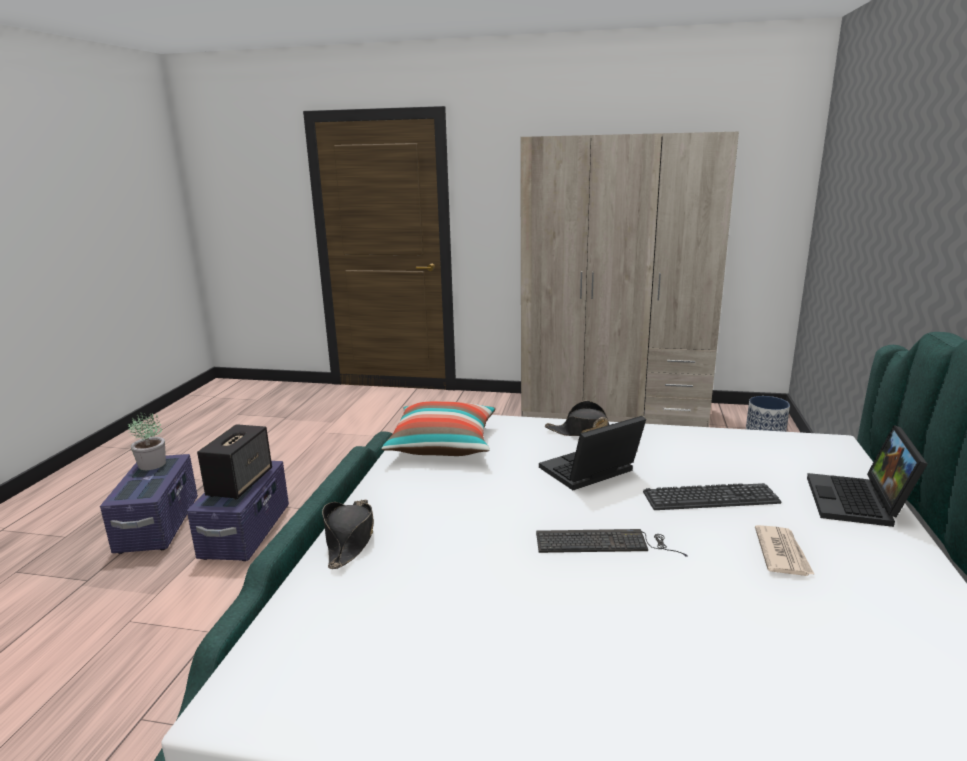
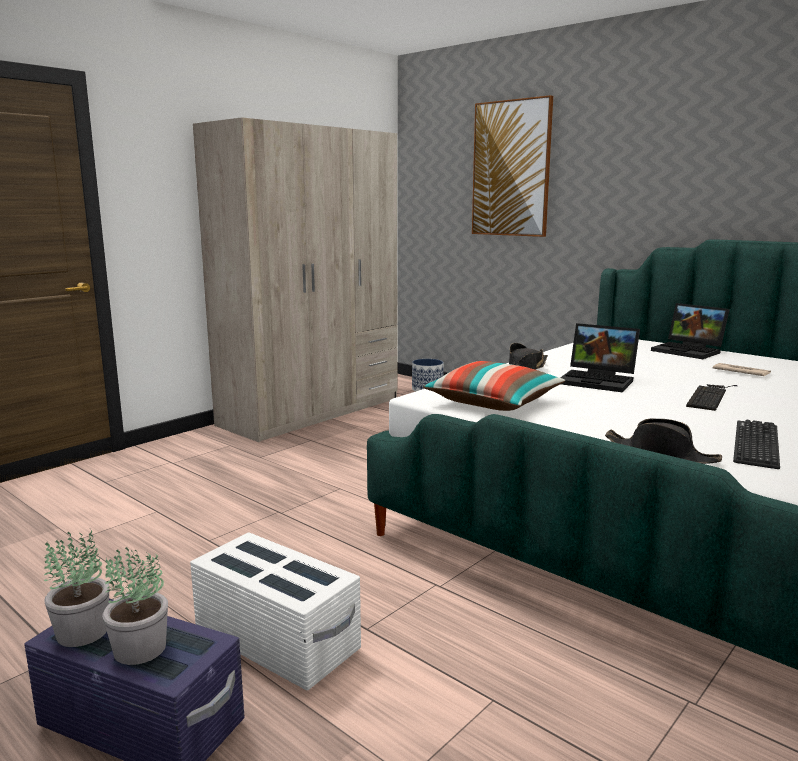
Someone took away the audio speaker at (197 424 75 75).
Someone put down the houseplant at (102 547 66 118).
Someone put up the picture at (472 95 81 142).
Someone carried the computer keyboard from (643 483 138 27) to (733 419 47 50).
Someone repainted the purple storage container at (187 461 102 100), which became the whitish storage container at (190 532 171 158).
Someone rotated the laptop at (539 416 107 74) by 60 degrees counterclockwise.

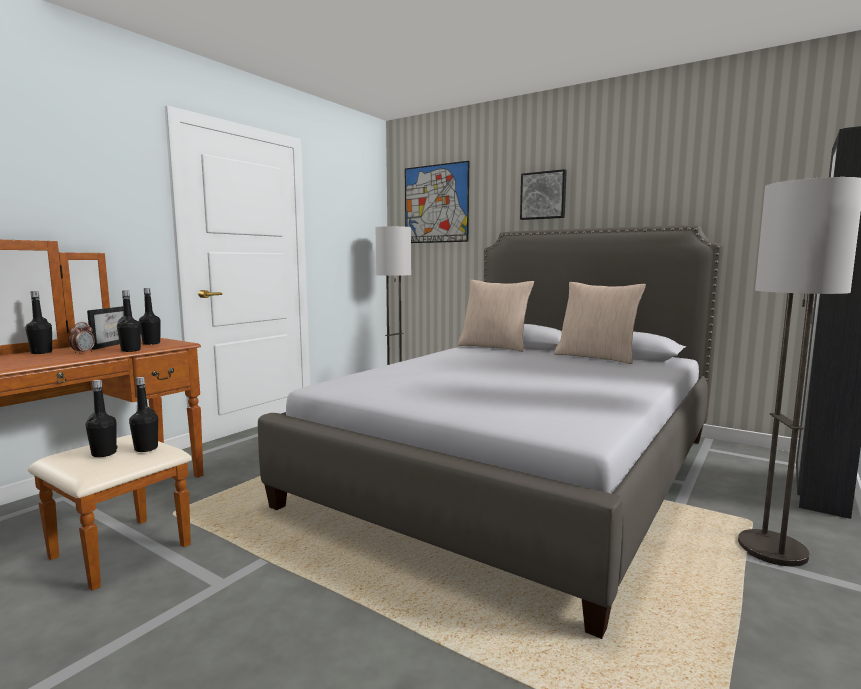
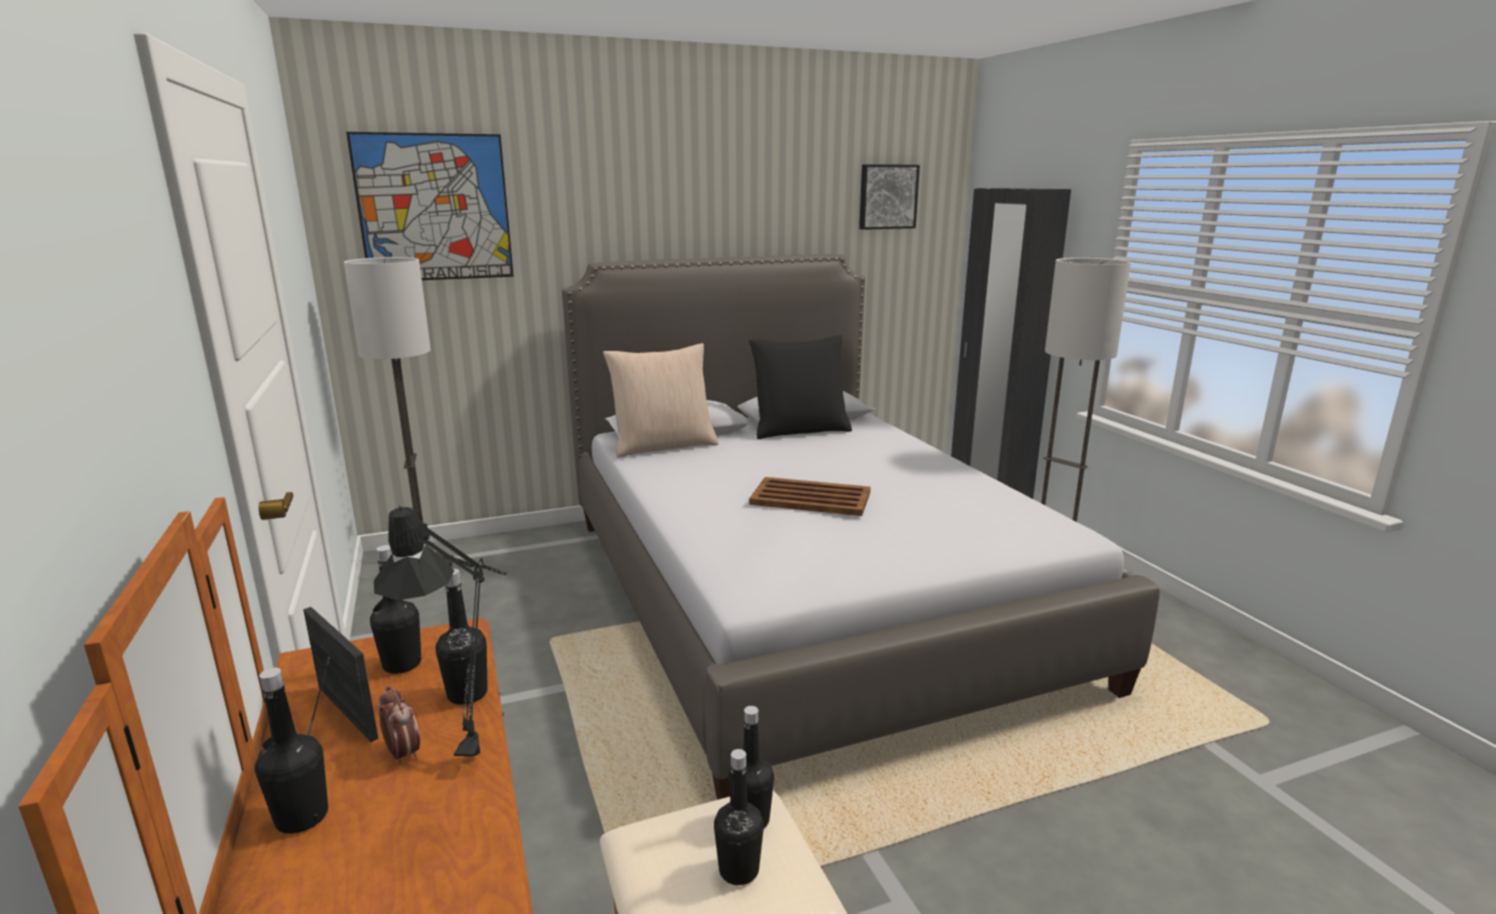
Someone put down the black table lamp at (374 504 133 257).
Someone put down the brown serving tray at (749 477 122 39).
Someone carried the picture from (520 169 47 51) to (859 164 61 66).
Someone repainted the beige-coloured throw pillow at (554 282 92 82), which became the black throw pillow at (749 335 103 104).

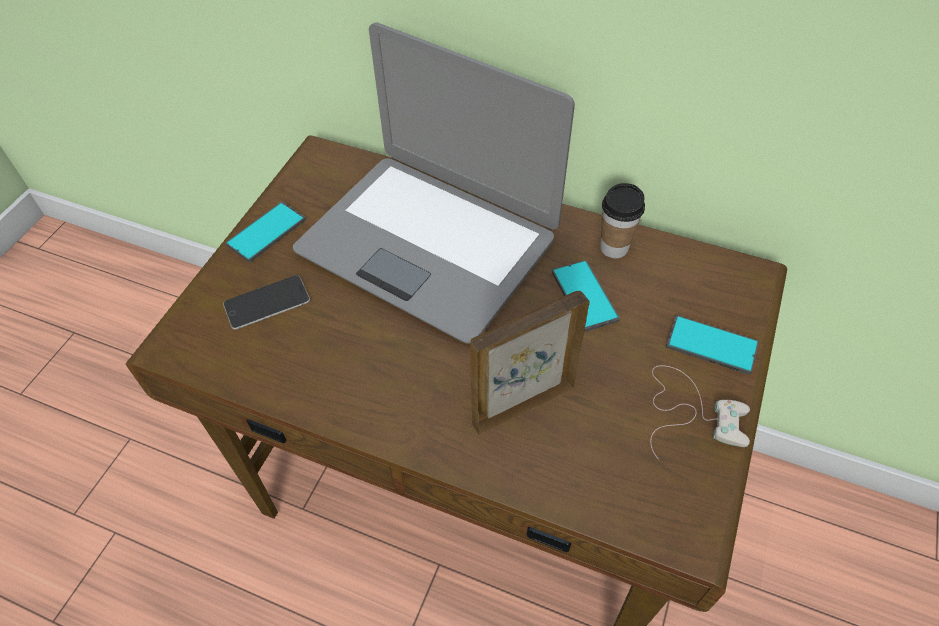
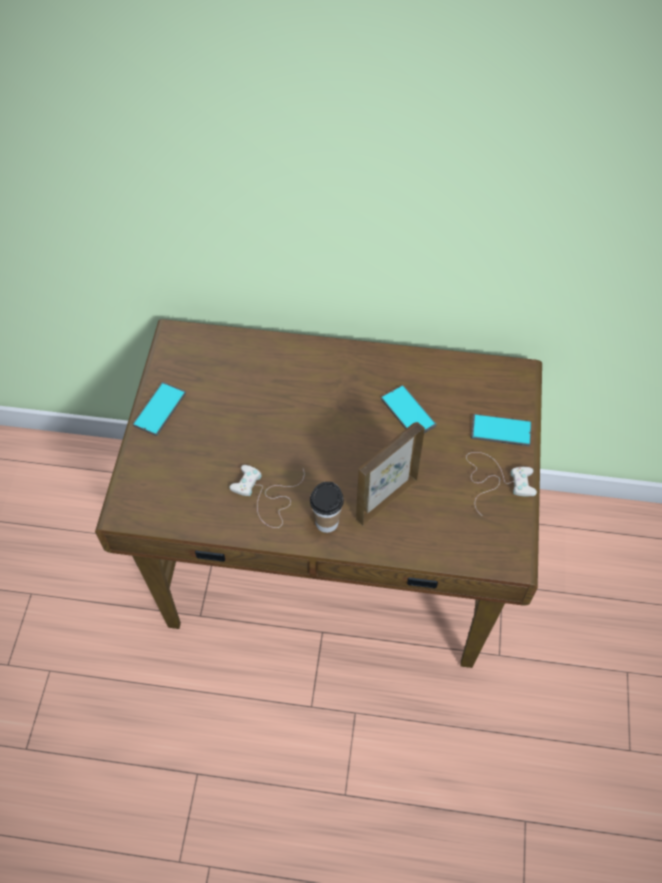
Someone took away the handset at (223 275 87 55).
Someone took away the laptop at (293 22 282 322).
Someone put down the whitish joypad at (229 465 75 63).
Someone carried the small cup from (600 183 45 75) to (310 482 34 51).

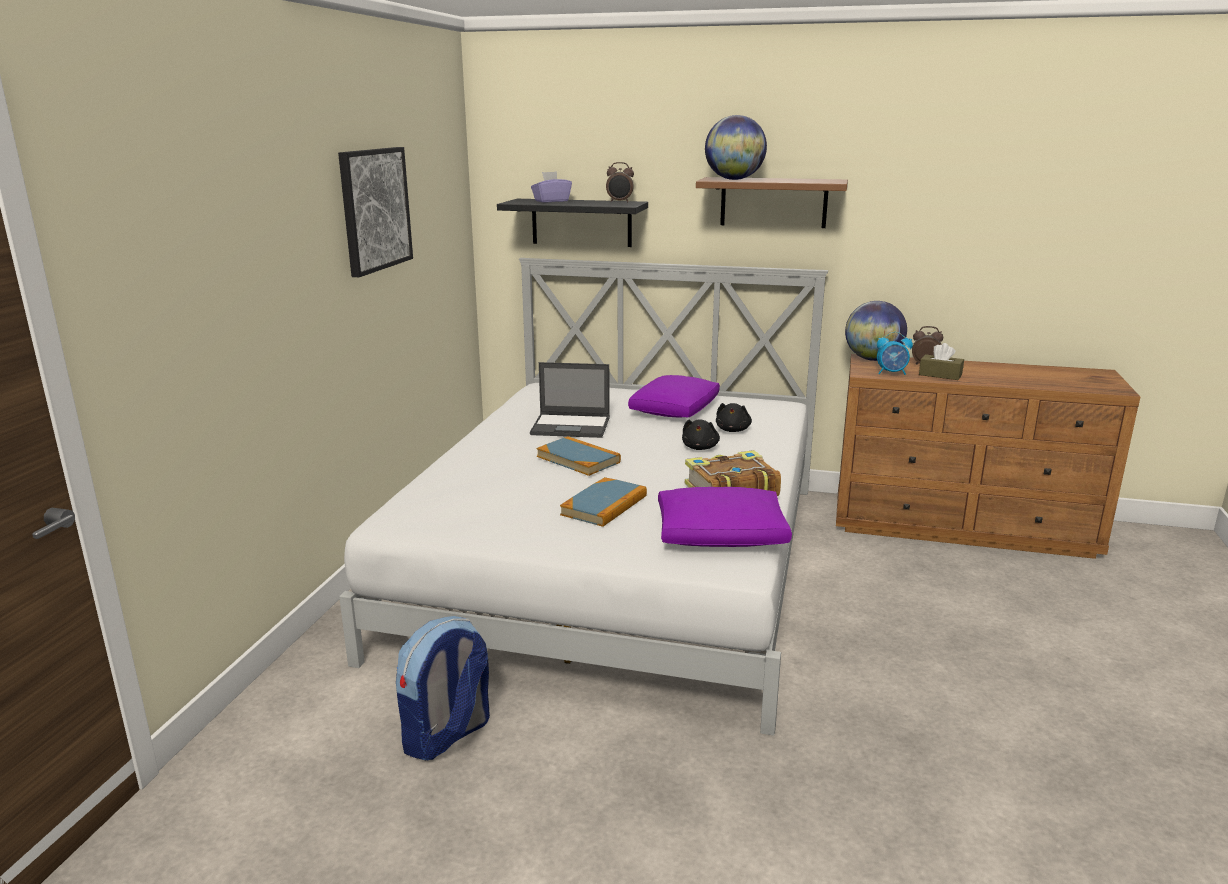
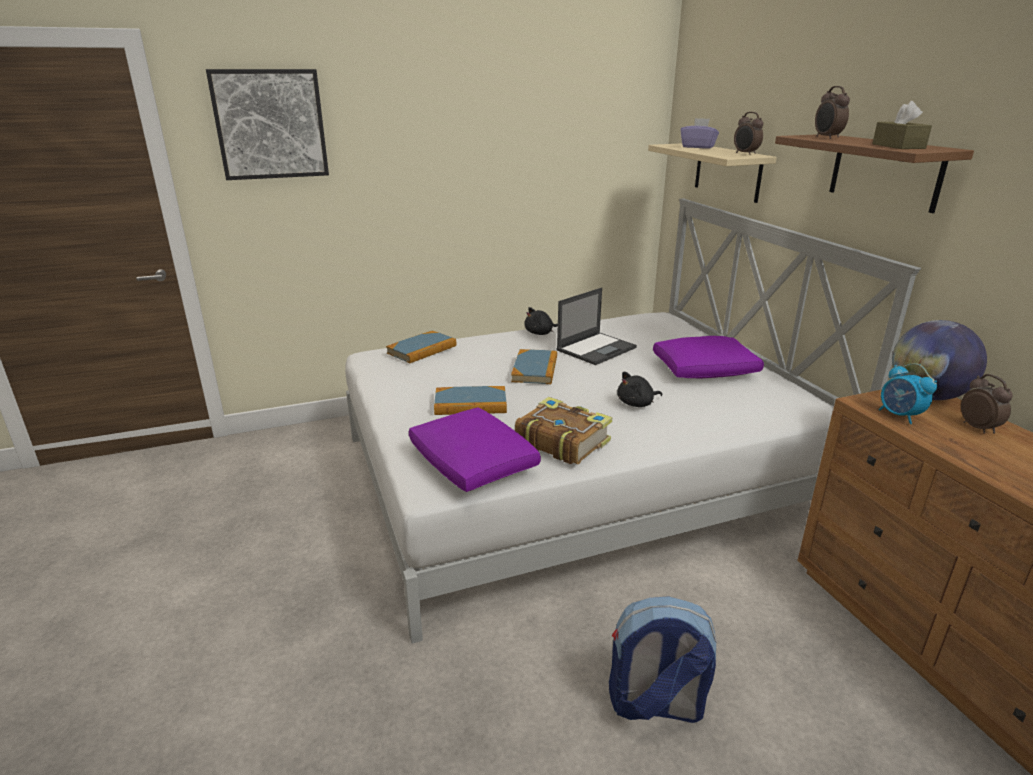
Someone put down the book at (386 331 70 32).
Someone carried the picture from (338 147 75 130) to (206 69 123 111).
Someone carried the backpack from (396 616 94 144) to (609 596 108 127).
Someone carried the black soft toy from (716 403 36 29) to (524 307 34 28).
Someone carried the brown tissue holder from (919 343 45 37) to (872 101 60 48).
Someone swapped the desk globe at (705 115 62 65) for the table clock at (815 86 35 53).
Someone repainted the black shelf at (497 199 151 48), which became the beige-coloured shelf at (648 143 129 60).
Someone rotated the laptop at (530 362 80 76) by 105 degrees counterclockwise.

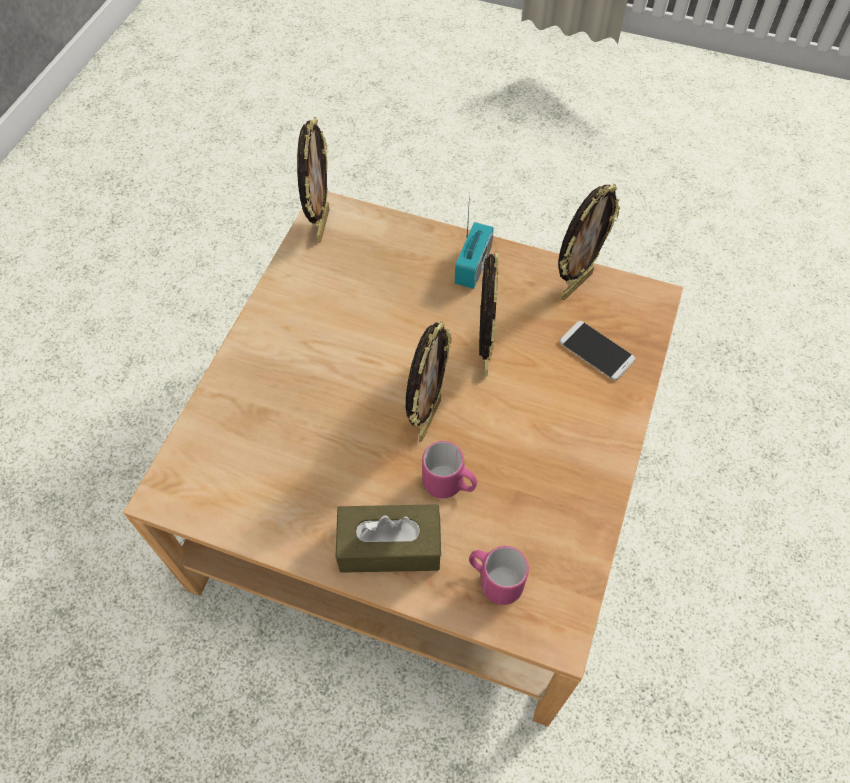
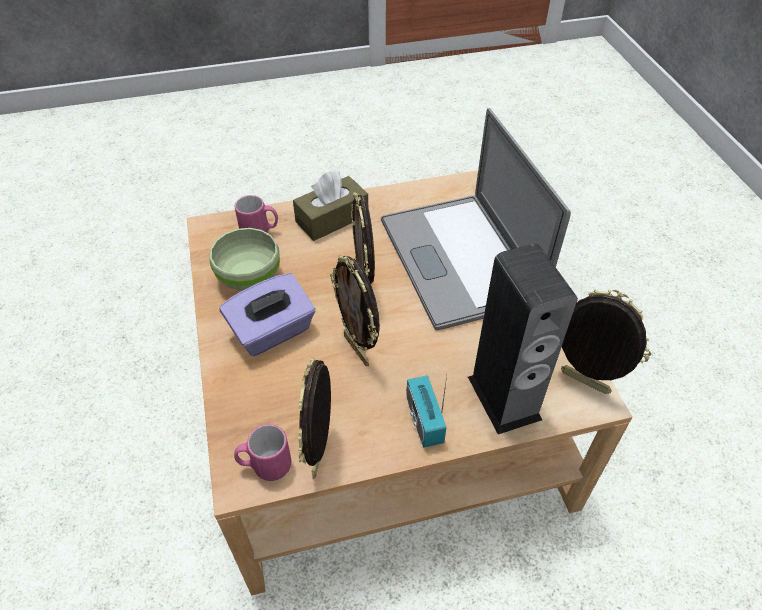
Someone took away the handset at (560 321 75 59).
Someone put down the greenish bowl at (210 228 70 63).
Someone put down the purple tissue holder at (220 273 95 83).
Someone put down the laptop at (381 108 190 222).
Someone put down the audio speaker at (468 243 110 191).
Someone carried the pinkish tea mug from (422 441 55 57) to (234 424 57 57).
Someone rotated the standing frame at (297 117 33 126) by 150 degrees clockwise.

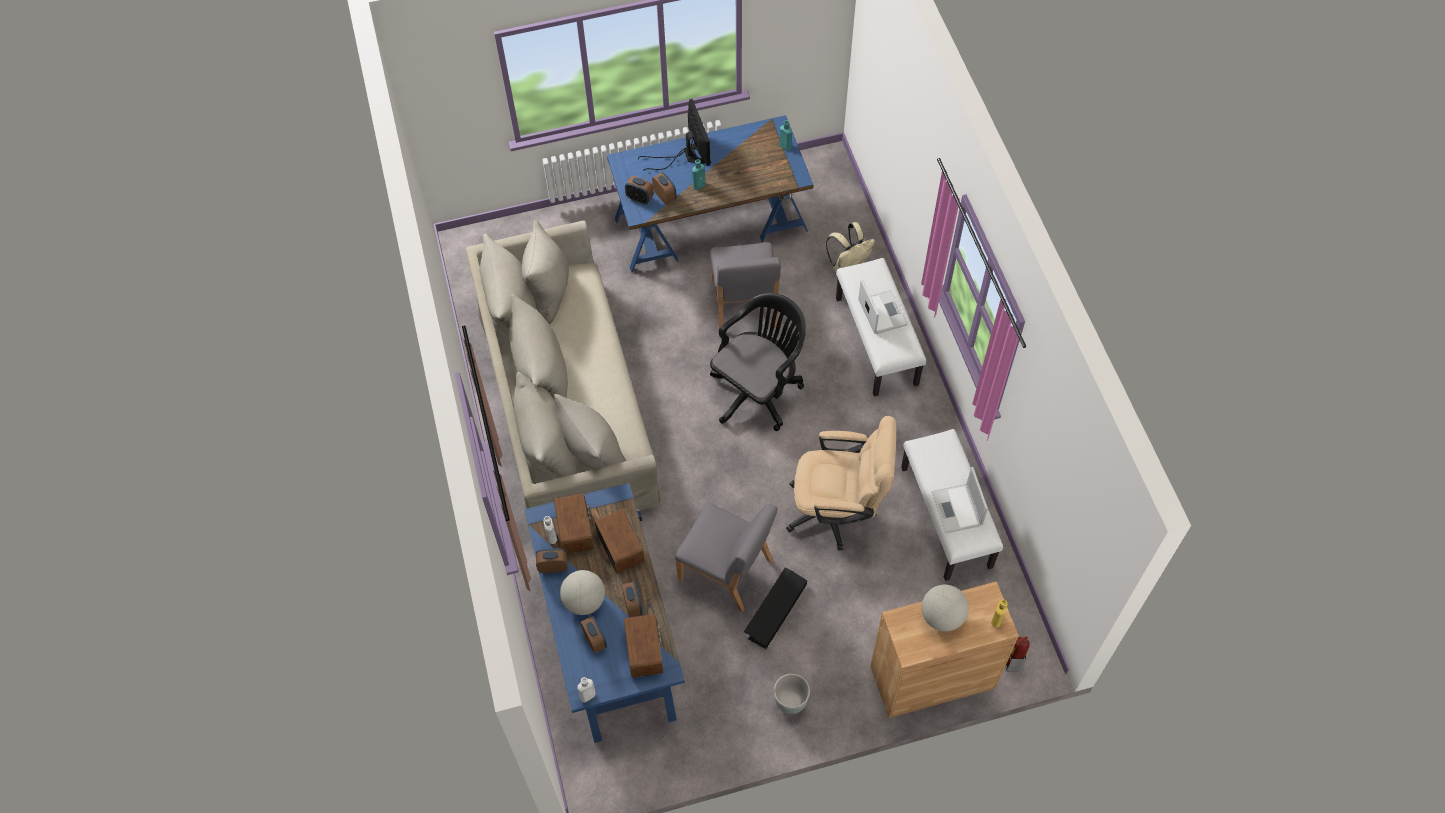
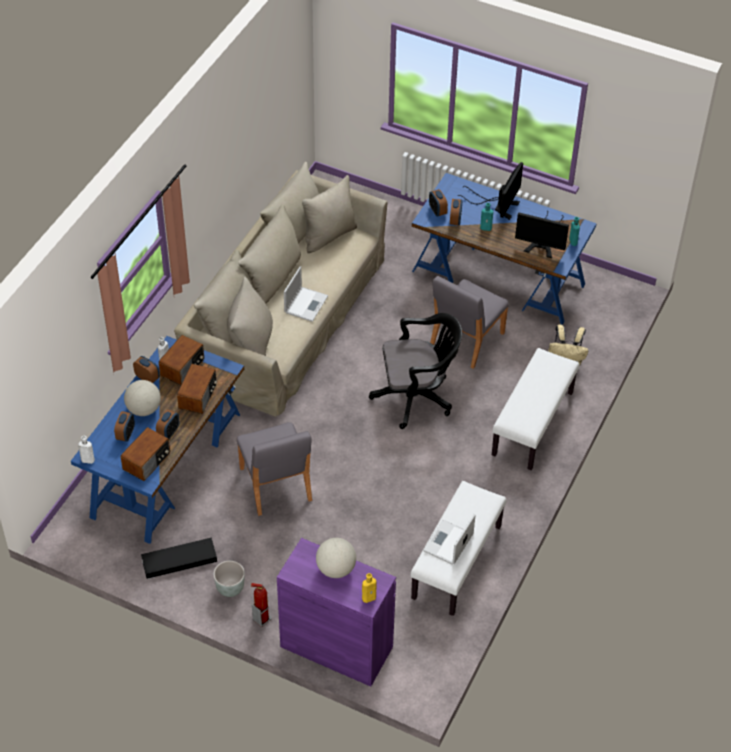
Someone took away the beige-coloured office chair at (786 416 110 135).
Someone put down the monitor at (515 211 54 47).
Someone carried the black storage container from (744 568 63 82) to (141 538 76 41).
Someone carried the laptop from (858 280 50 54) to (284 266 44 56).
Someone carried the fire extinguisher from (1006 636 24 36) to (251 583 21 44).
Someone repainted the brown cabinet at (870 581 149 137), which became the purple cabinet at (277 538 119 149).

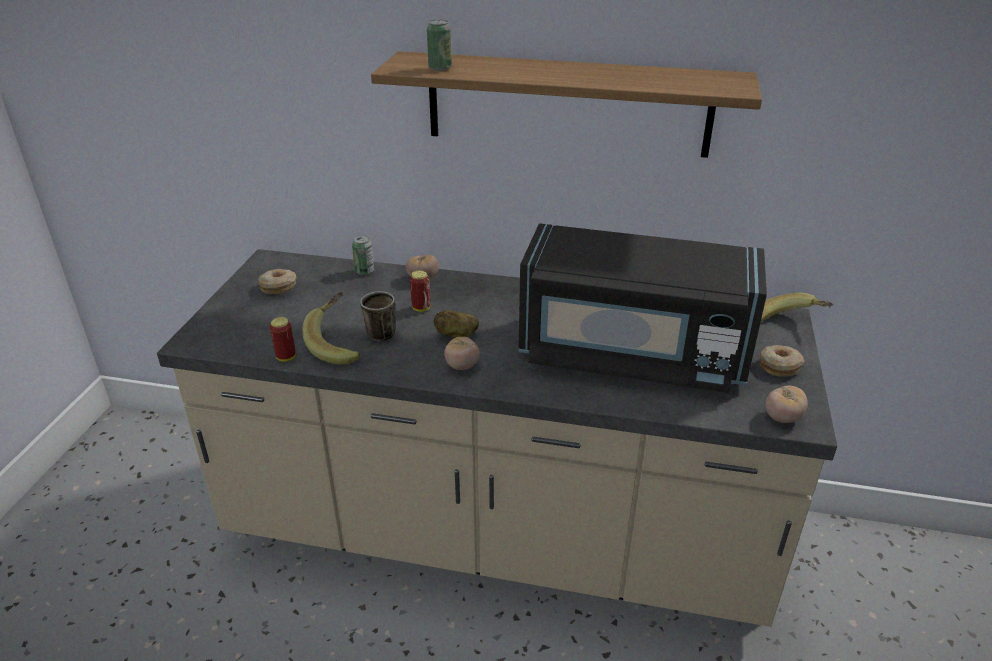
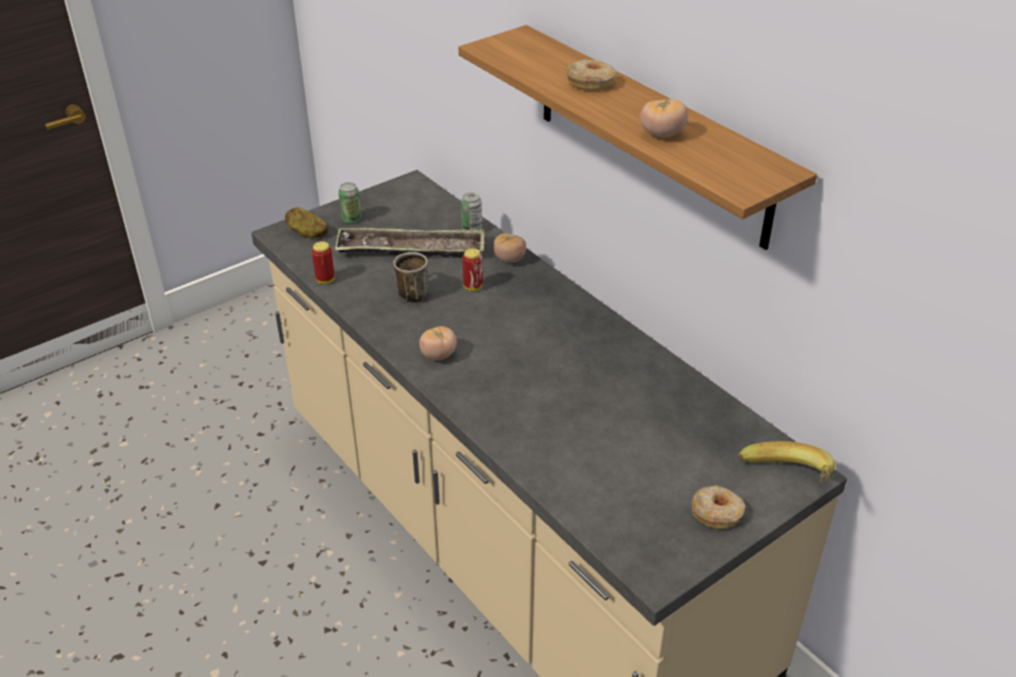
Someone took away the whole banana at (302 292 58 73).
Someone took away the black microwave oven at (519 224 248 169).
Someone put down the serving tray at (335 228 149 30).
Someone carried the doughnut from (258 269 39 25) to (567 60 50 31).
Someone carried the metal can from (427 19 25 52) to (338 182 23 41).
Someone carried the spud from (434 310 45 28) to (285 208 43 30).
Someone carried the fresh tomato from (765 386 43 37) to (640 99 48 38).

